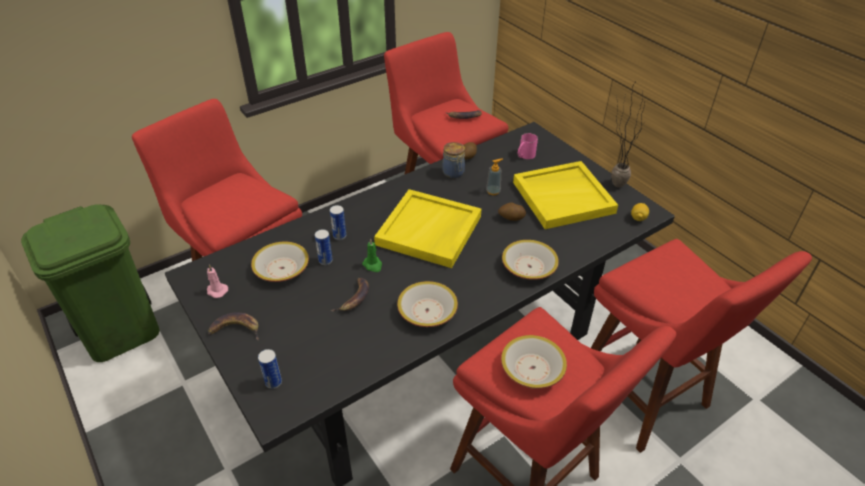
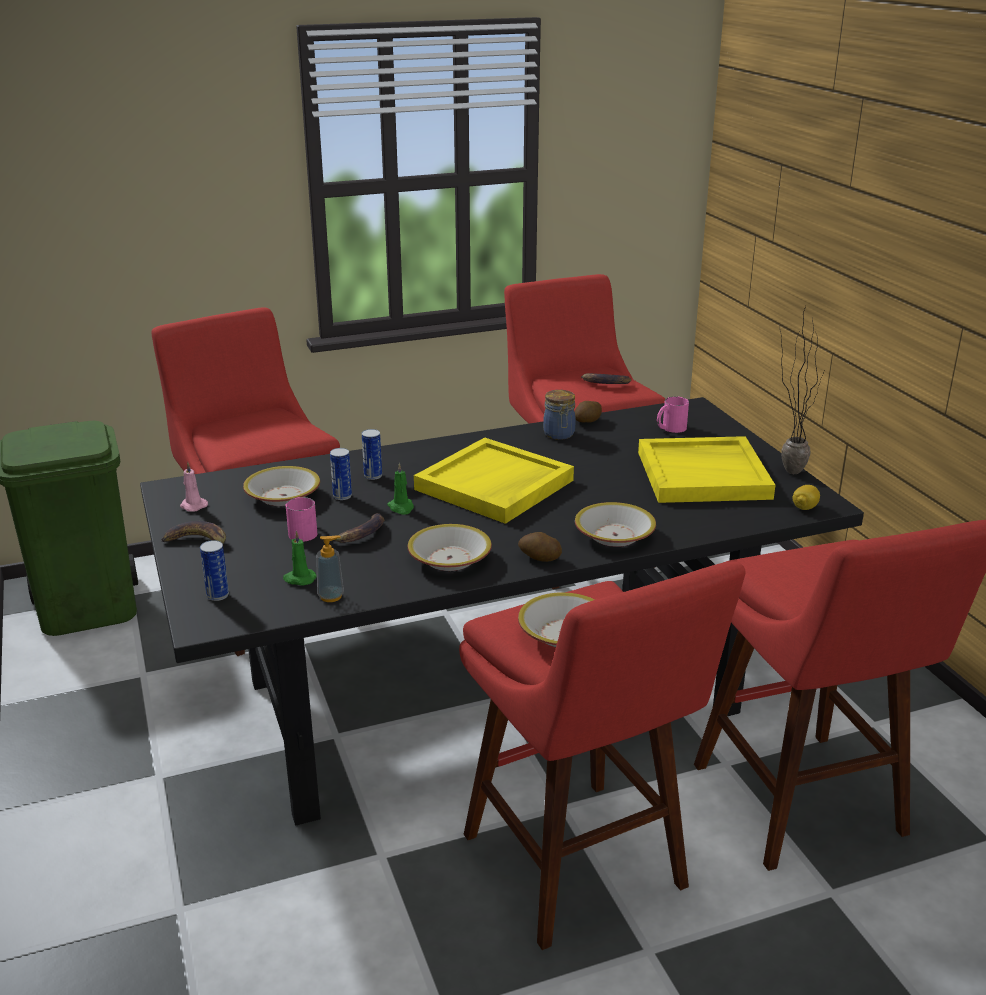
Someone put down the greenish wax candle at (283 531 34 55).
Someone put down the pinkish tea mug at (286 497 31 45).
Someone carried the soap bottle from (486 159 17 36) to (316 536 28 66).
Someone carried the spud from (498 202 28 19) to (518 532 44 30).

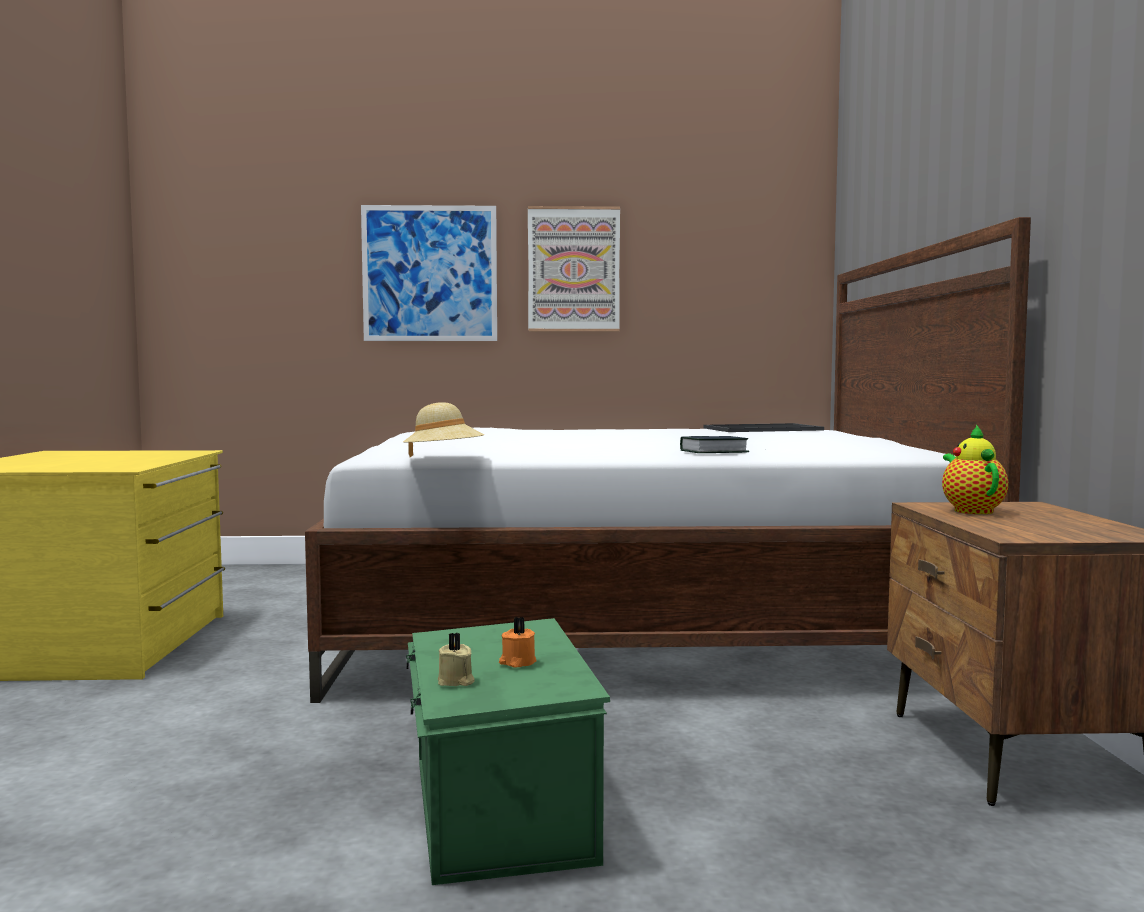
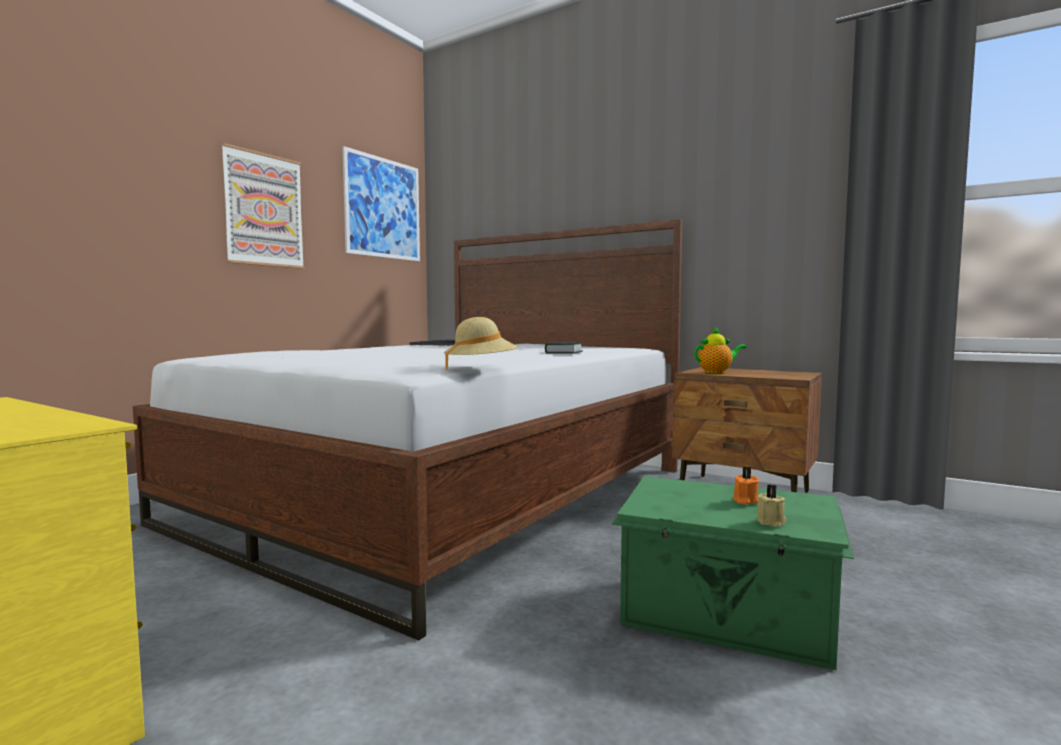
Someone carried the picture from (361 205 136 136) to (342 146 78 115).
Someone rotated the pot for tea at (942 424 67 90) by 135 degrees clockwise.

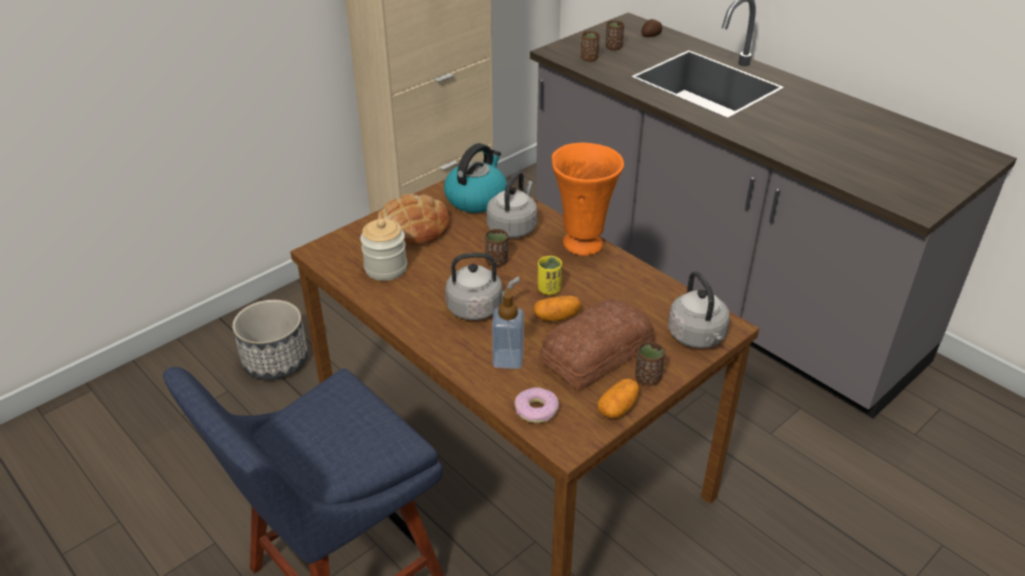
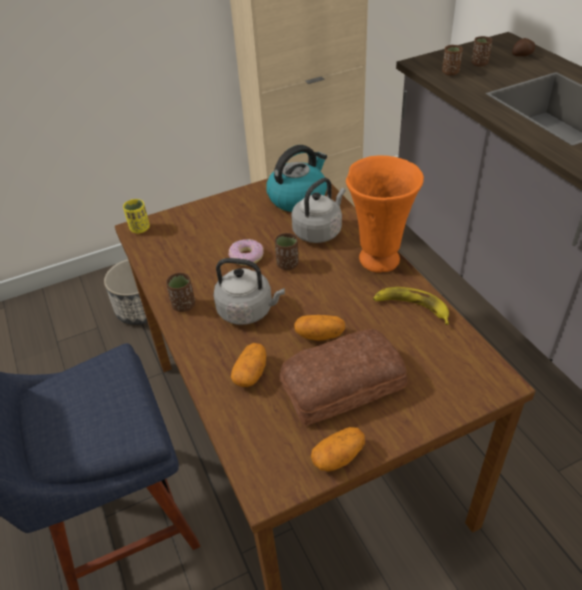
Someone took away the preserve jar at (360 219 47 62).
Someone took away the bakery bread at (378 194 73 52).
Someone took away the greyish kettle at (668 271 62 77).
Someone put down the whole banana at (373 287 76 38).
Someone carried the doughnut from (514 387 45 36) to (229 239 35 27).
Someone carried the yellowish small cup from (538 256 24 39) to (123 199 27 34).
Someone carried the brown small cup from (635 342 30 44) to (166 273 29 39).
Someone swapped the soap bottle at (492 288 32 81) for the spud at (231 343 35 44).

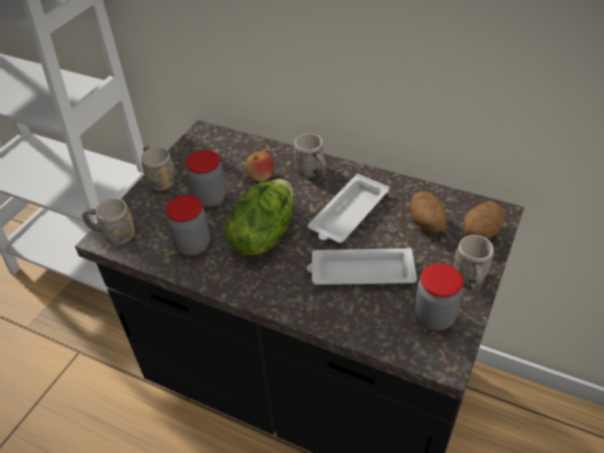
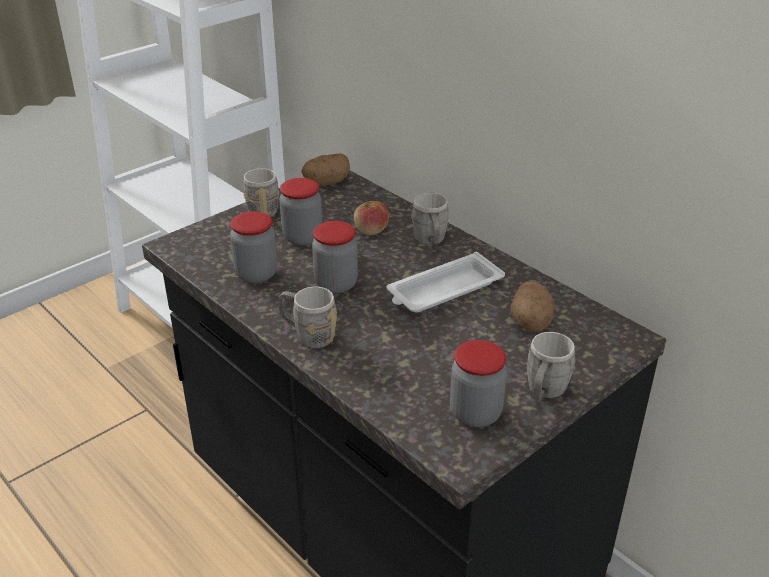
Someone took away the whitish serving tray at (307 248 110 37).
Someone carried the greyish tea mug from (82 198 53 47) to (278 287 59 61).
Someone carried the spud from (463 201 41 38) to (301 153 49 33).
Someone swapped the lettuce at (224 179 70 76) for the preserve jar at (312 221 46 73).

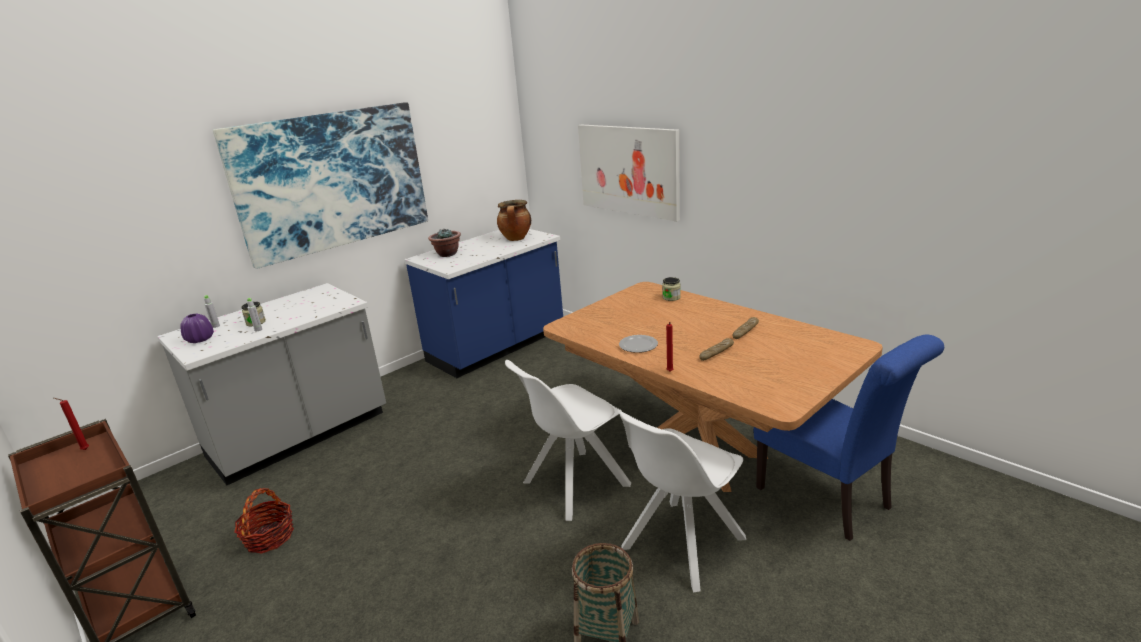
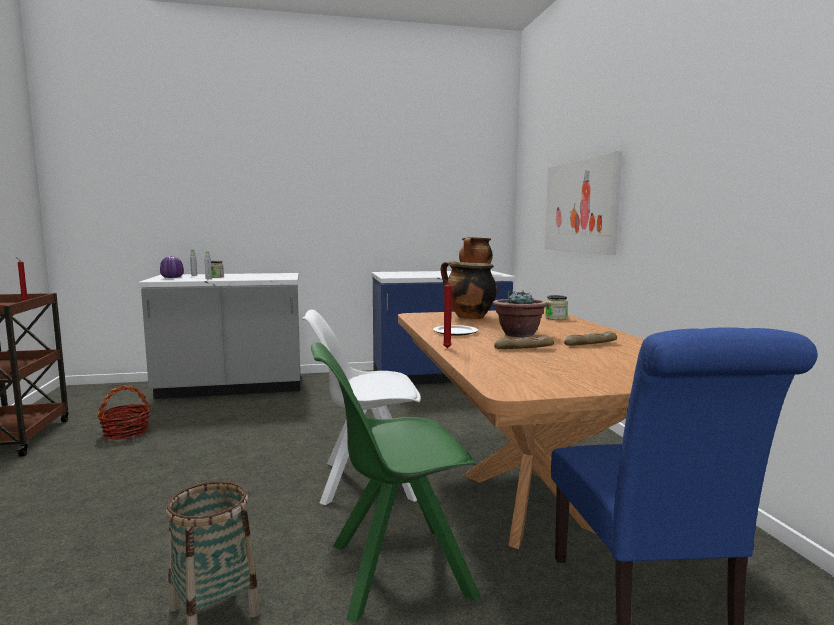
Someone took away the picture at (213 102 215 167).
Someone put down the saucepot at (441 261 56 58).
Someone carried the houseplant from (428 228 33 29) to (493 291 55 46).
Someone repainted the whitish chair at (620 412 126 180), which became the greenish chair at (311 342 169 281).

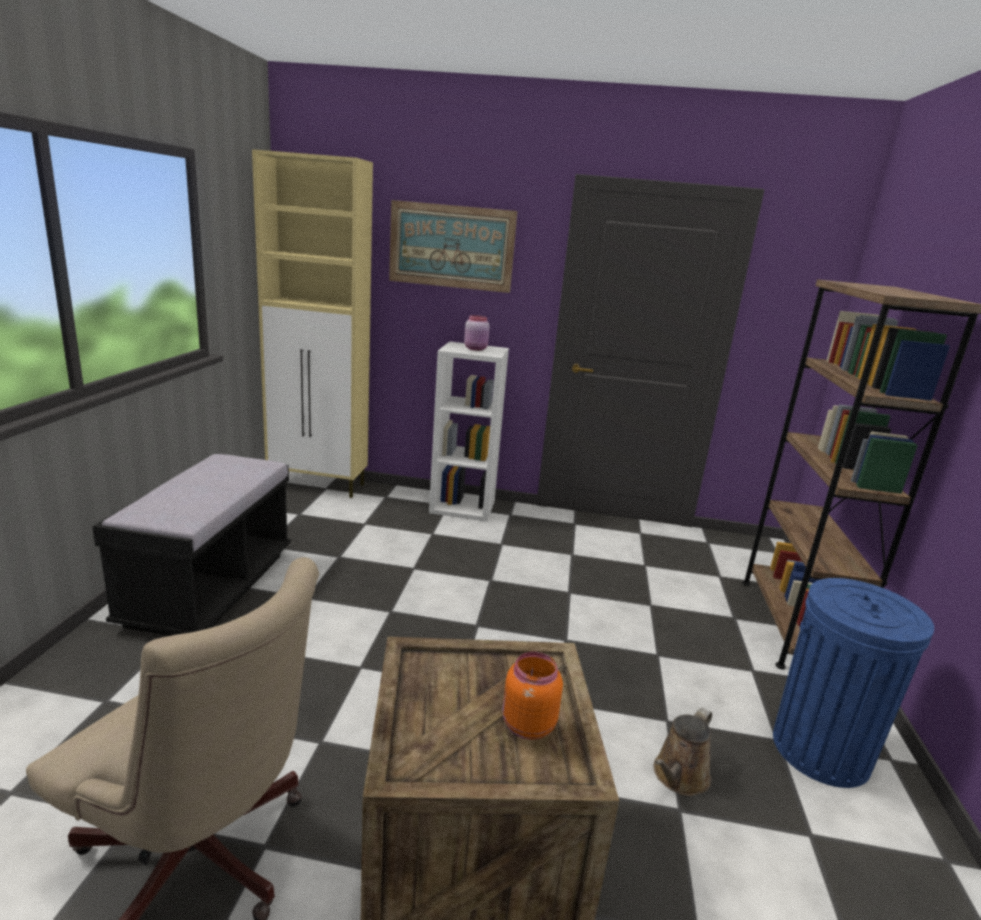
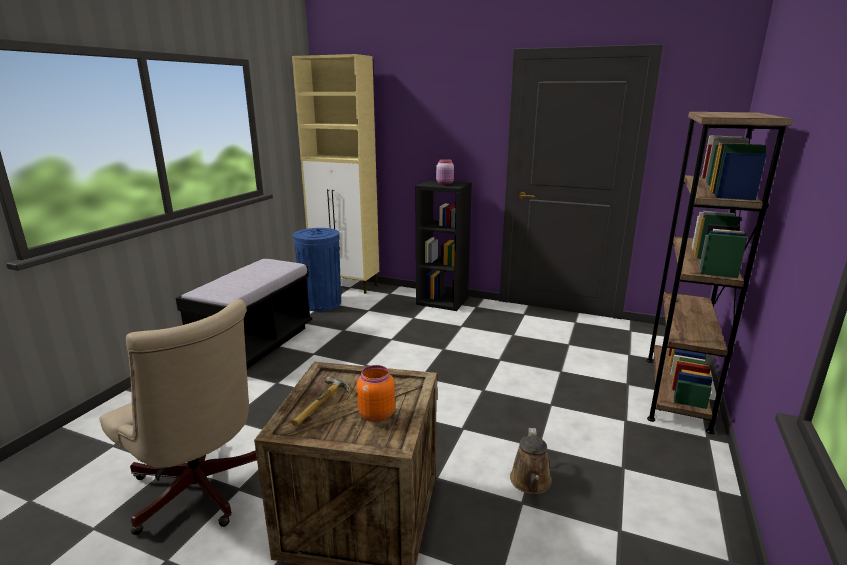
Someone took away the picture at (389 200 128 93).
Someone put down the hammer at (291 376 58 50).
Someone carried the blue-coloured rubbish bin from (773 578 161 210) to (293 228 48 84).
Someone repainted the whitish bookcase at (429 342 80 180), which became the black bookcase at (415 180 57 131).
Someone rotated the brown sprinkling can at (654 708 58 88) by 45 degrees counterclockwise.

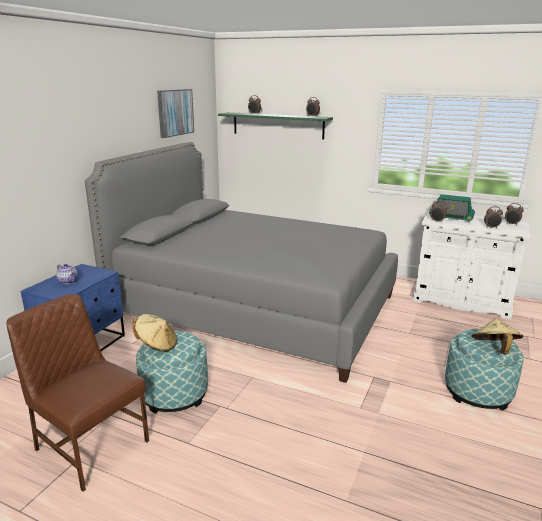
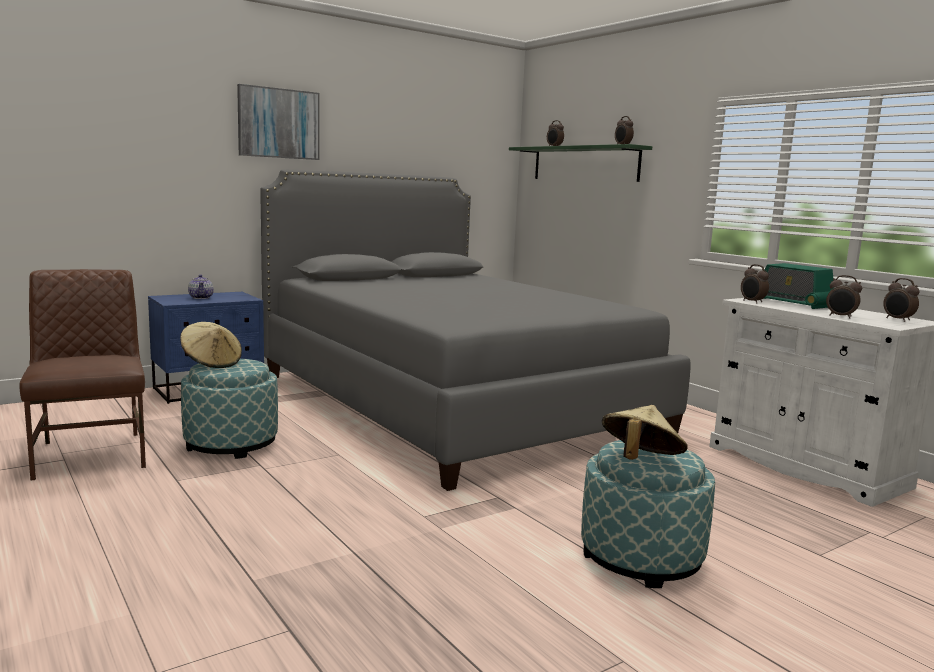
Someone carried the picture from (157 89 37 49) to (237 84 83 76).

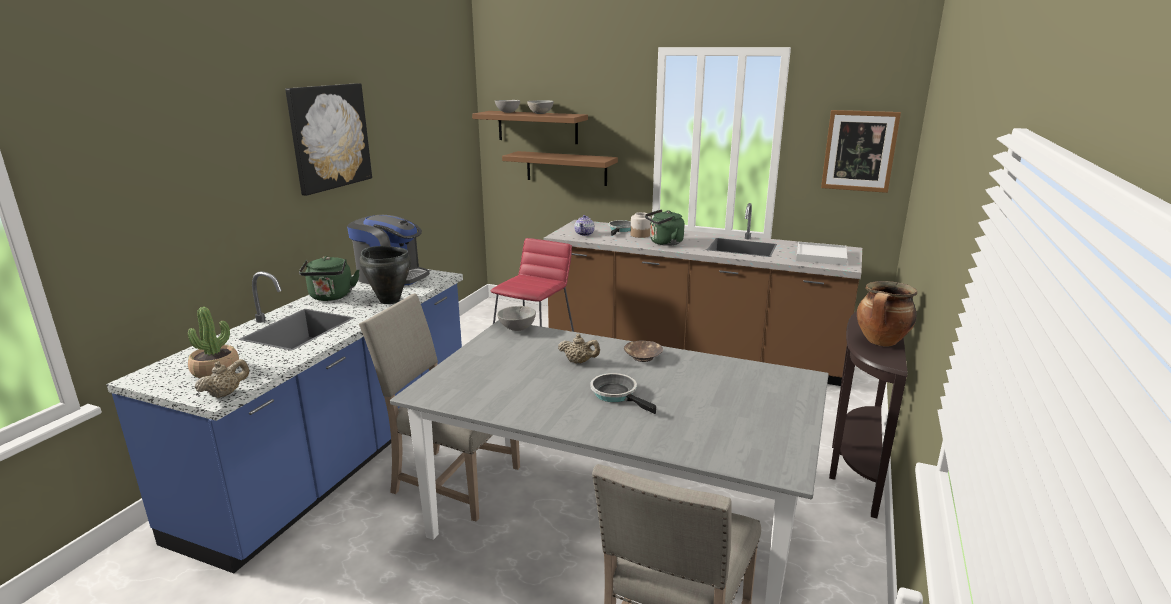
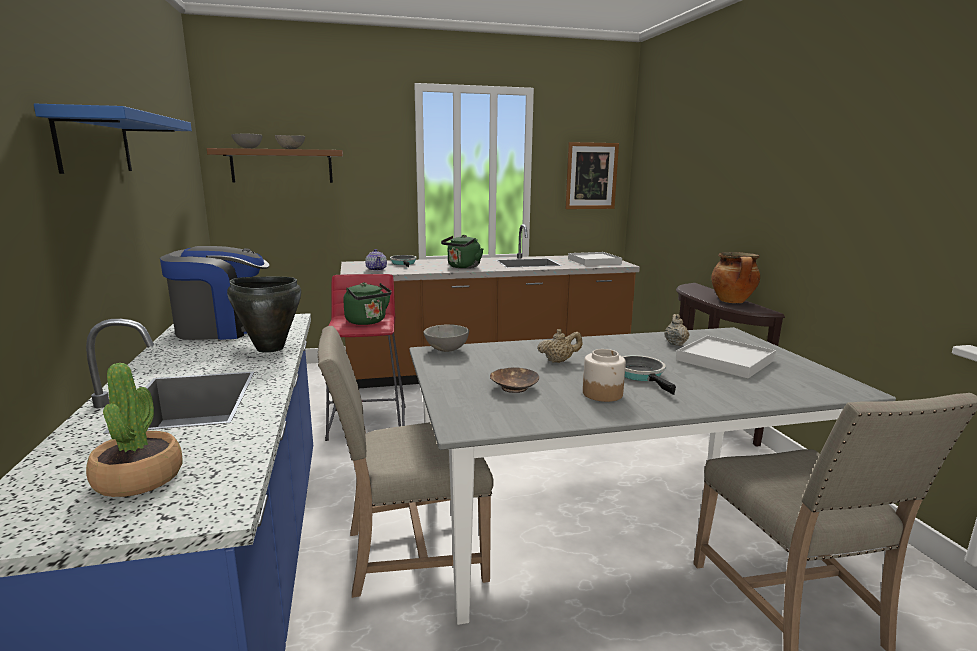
Someone took away the brown shelf at (502 151 116 35).
Someone put down the whitish serving tray at (676 335 100 43).
Someone carried the beige-coloured pot for tea from (195 359 54 39) to (664 314 26 32).
Someone carried the greenish kettle from (299 256 61 45) to (343 282 49 43).
Someone carried the brown bowl from (624 340 39 22) to (490 367 49 26).
Someone carried the preserve jar from (631 212 20 26) to (583 349 43 53).
Someone swapped the picture at (285 83 87 113) for the blue-coloured shelf at (34 104 158 70).
Someone rotated the pan at (590 373 66 41) by 60 degrees clockwise.

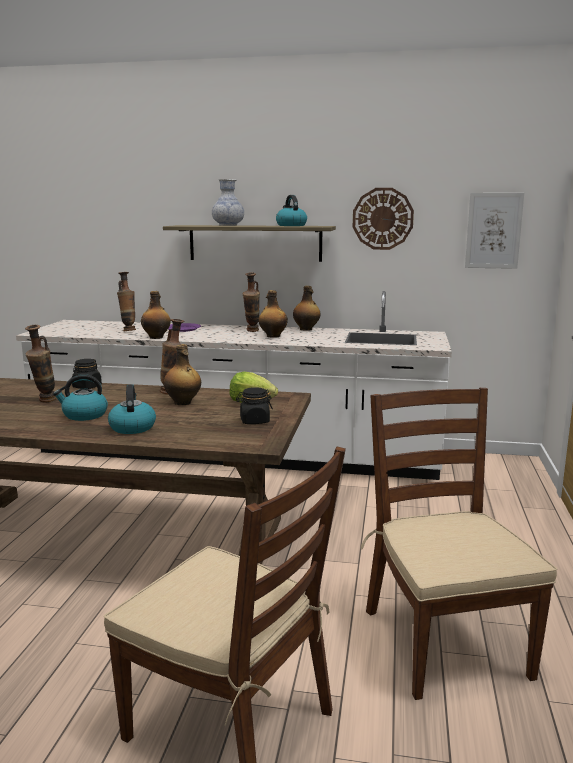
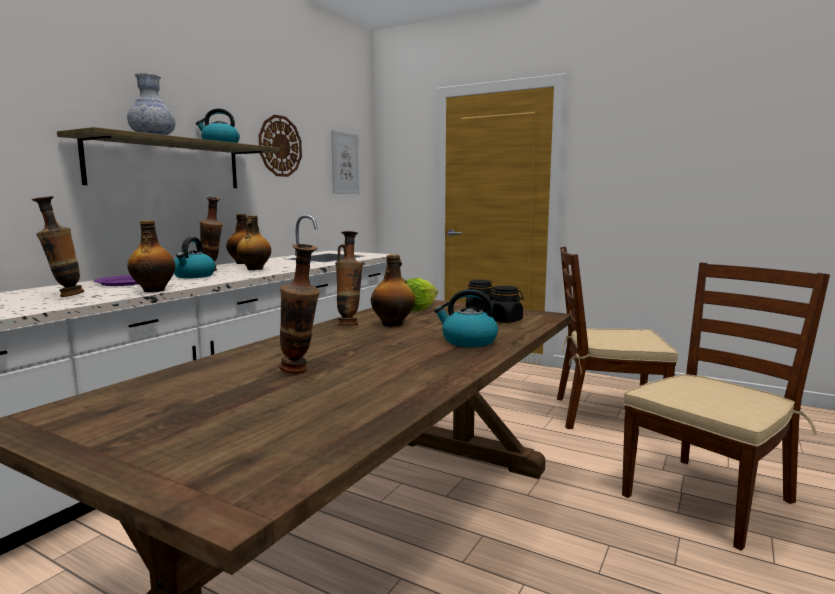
Someone carried the kettle from (53 374 55 47) to (174 237 41 41).
Someone carried the black preserve jar from (72 359 30 30) to (487 286 37 37).

